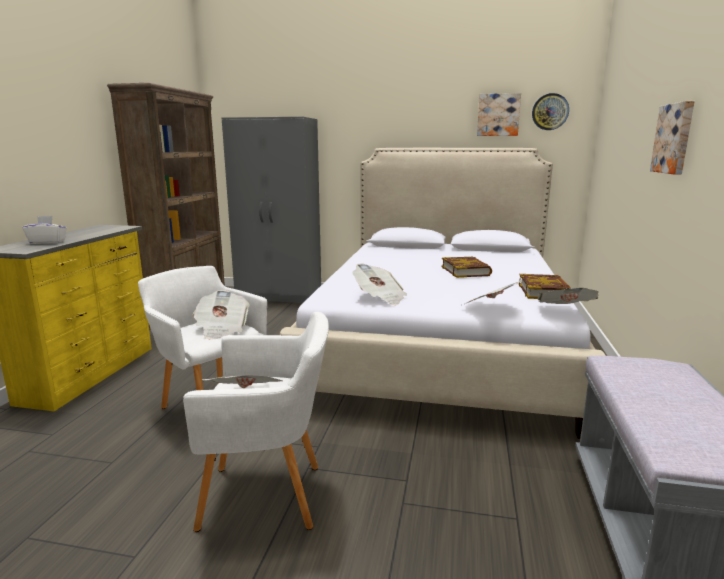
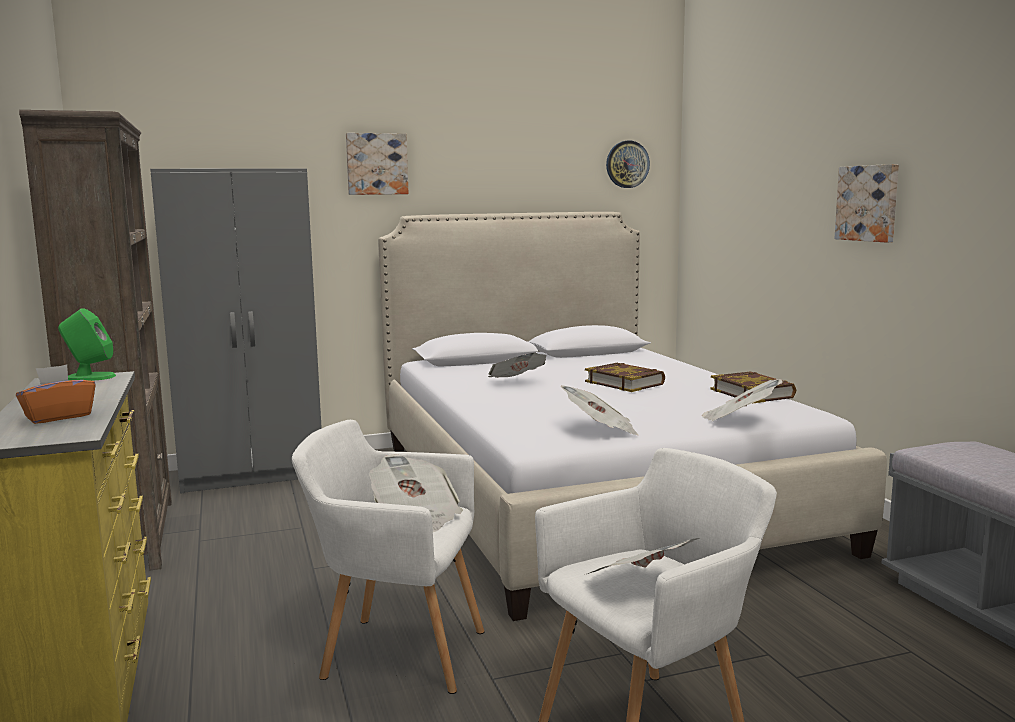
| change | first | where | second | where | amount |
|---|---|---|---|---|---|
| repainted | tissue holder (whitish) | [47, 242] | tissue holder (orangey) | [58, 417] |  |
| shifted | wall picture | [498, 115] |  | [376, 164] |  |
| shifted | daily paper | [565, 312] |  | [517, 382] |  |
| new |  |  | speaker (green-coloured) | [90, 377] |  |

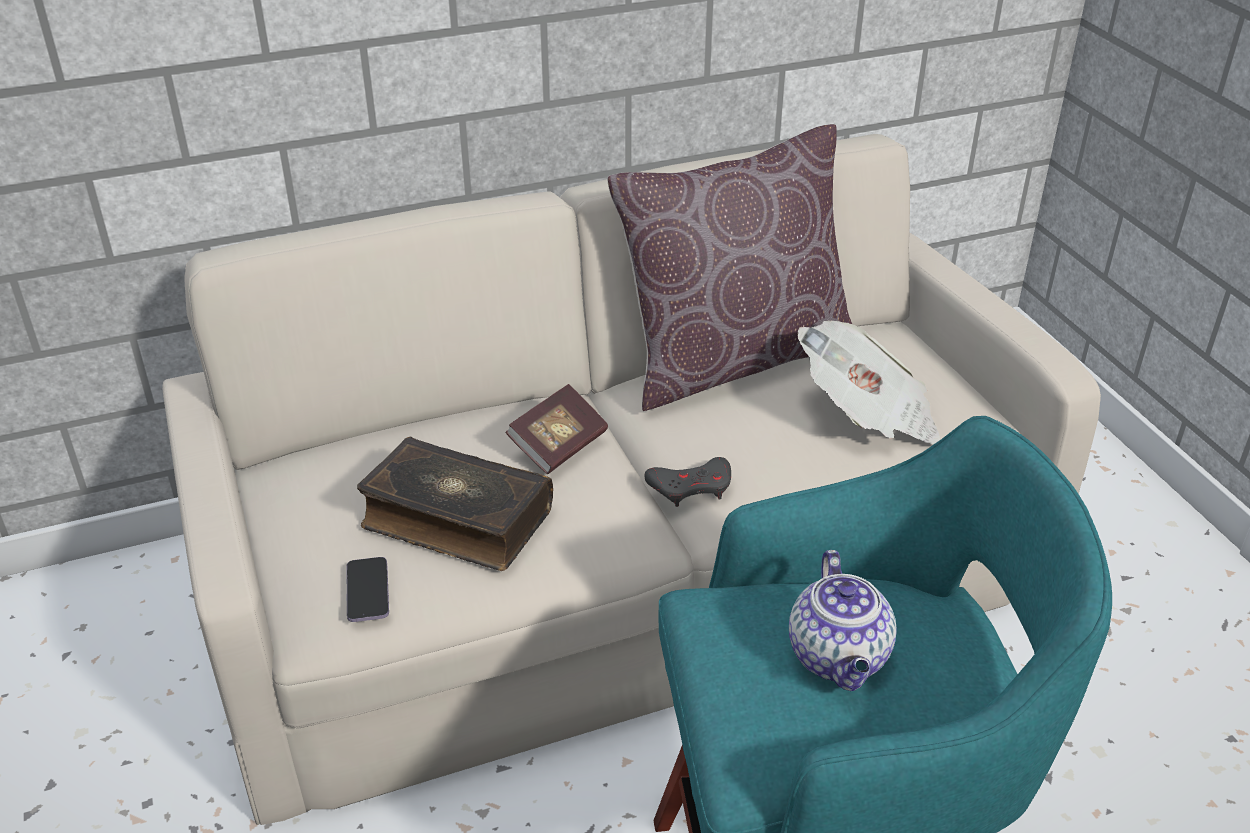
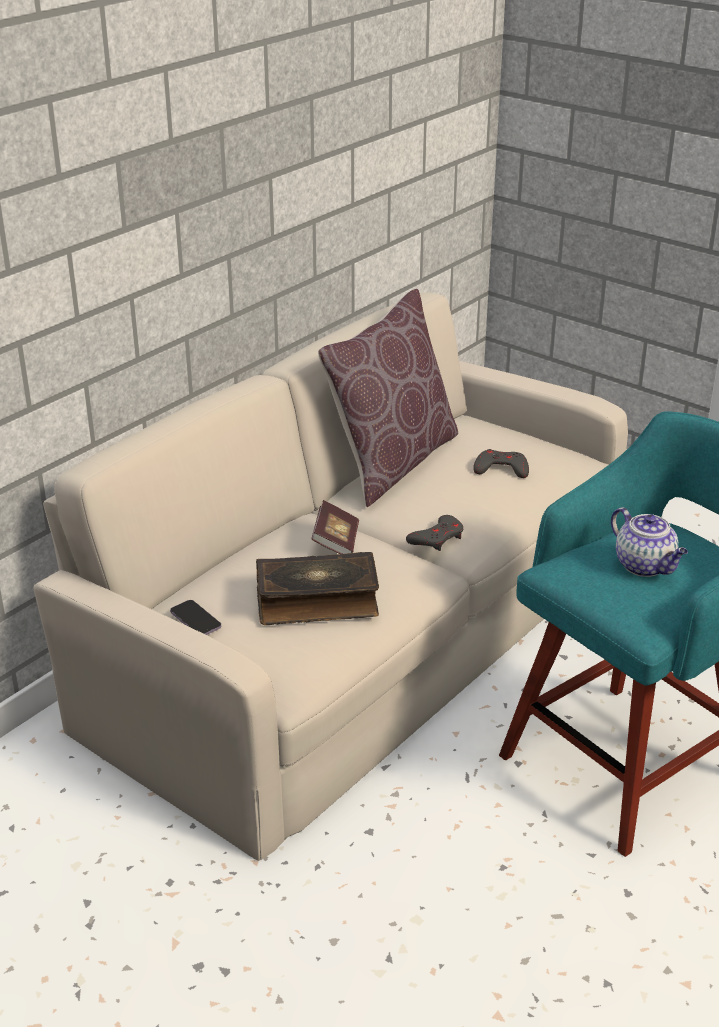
| change | first | where | second | where | amount |
|---|---|---|---|---|---|
| shifted | phone | [368, 591] |  | [195, 620] |  |
| swapped | daily paper | [867, 416] | gamepad (gray) | [501, 469] |  |

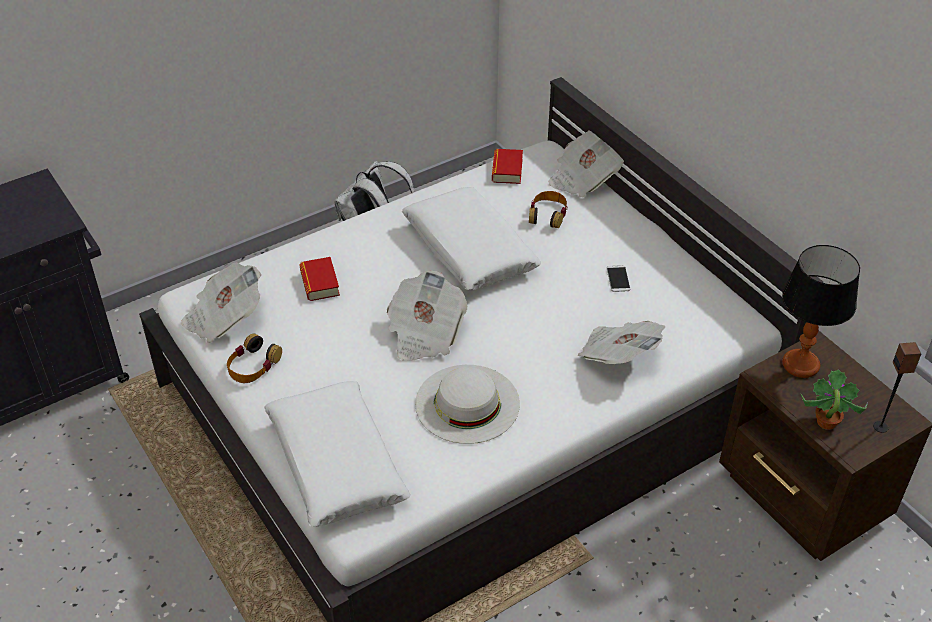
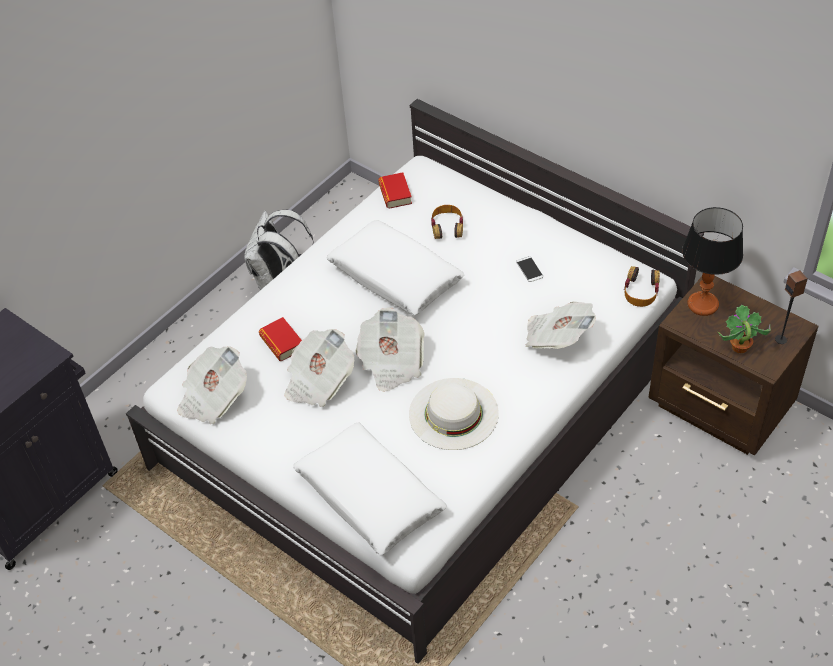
| change | first | where | second | where | amount |
|---|---|---|---|---|---|
| shifted | headset | [253, 365] |  | [641, 291] |  |
| shifted | daily paper | [584, 178] |  | [318, 381] |  |

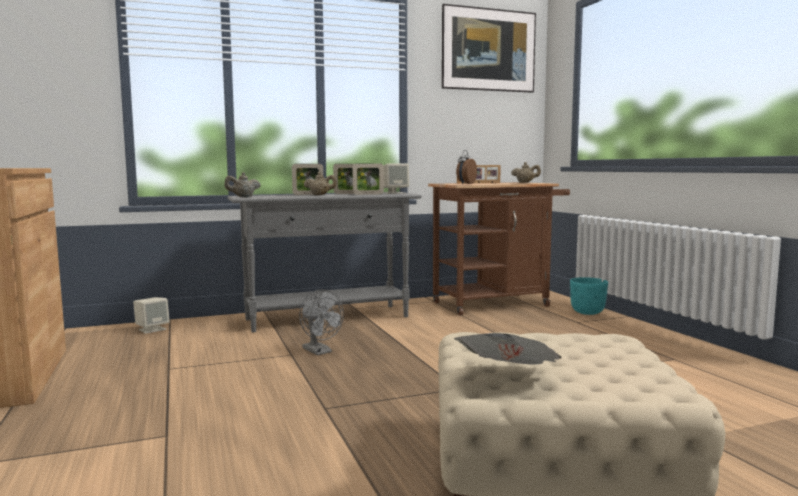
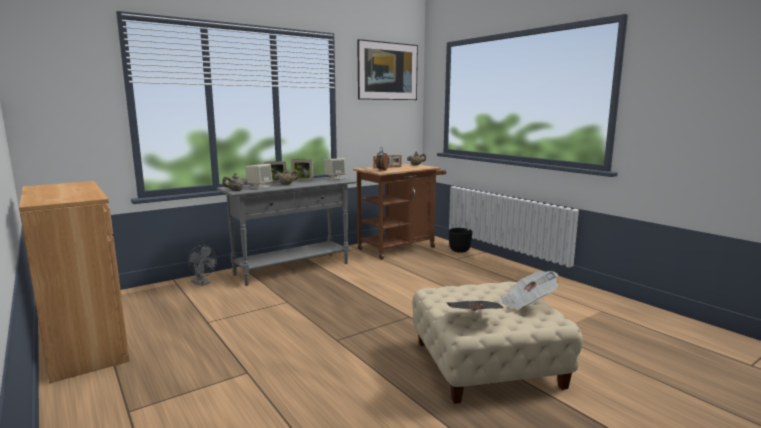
| change | first | where | second | where | amount |
|---|---|---|---|---|---|
| shifted | speaker (sand-coloured) | [152, 329] |  | [259, 187] |  |
| shifted | electric fan (gray) | [320, 351] |  | [203, 283] |  |
| gone | standing frame | [368, 194] |  |  |  |
| repainted | planter (turquoise-coloured) | [588, 312] | planter (blackish) | [460, 250] |  |
| new |  |  | daily paper | [527, 303] |  |

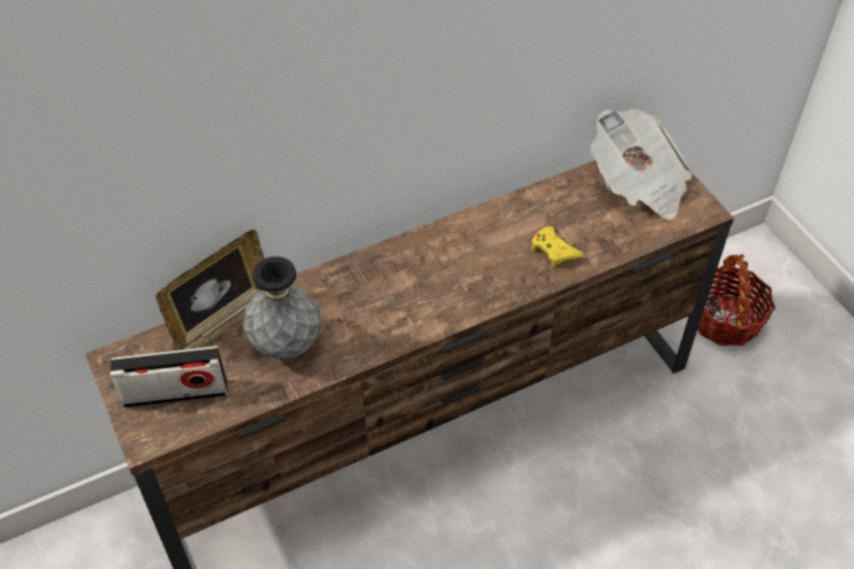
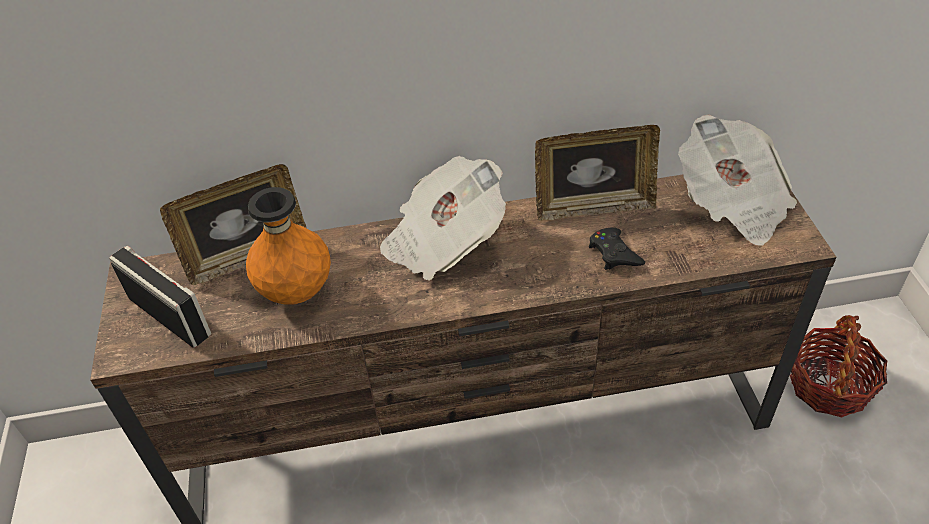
| change | first | where | second | where | amount |
|---|---|---|---|---|---|
| rotated | radio | [175, 393] |  | [169, 316] | 150 degrees counterclockwise |
| repainted | flower vase (gray) | [286, 345] | flower vase (orangey) | [296, 292] |  |
| repainted | gamepad (yellow-coloured) | [554, 250] | gamepad (blackish) | [614, 253] |  |
| new |  |  | daily paper | [443, 241] |  |
| new |  |  | standing frame | [593, 207] |  |

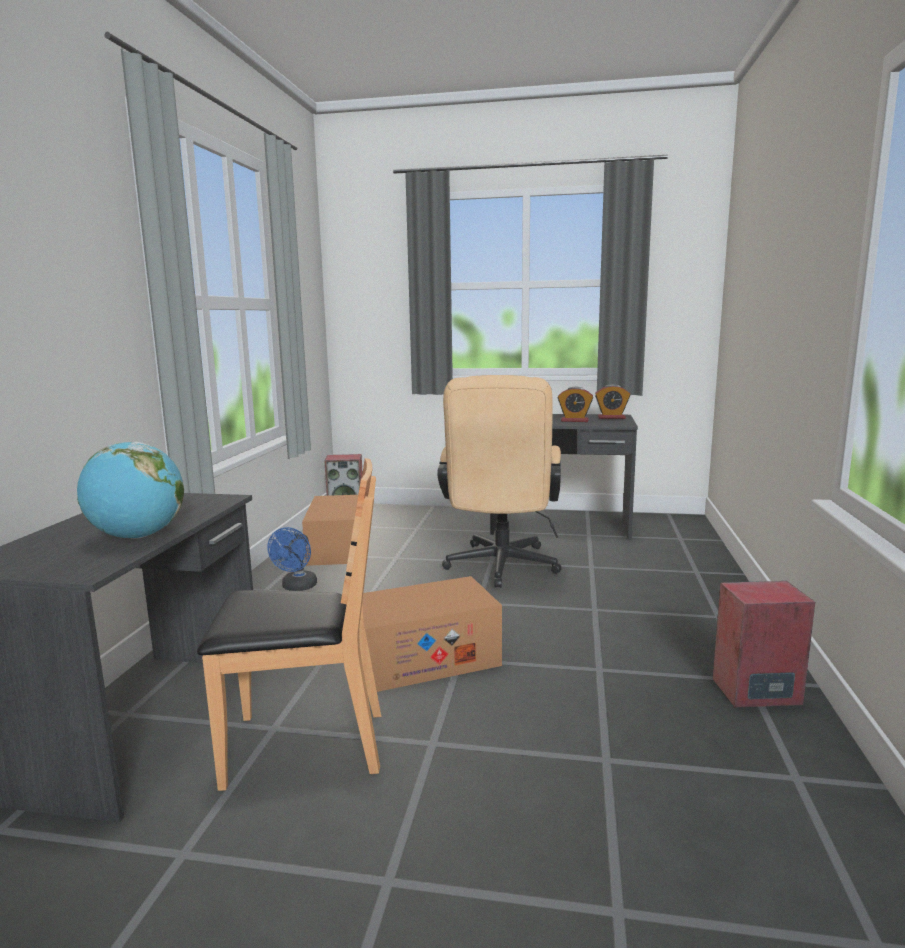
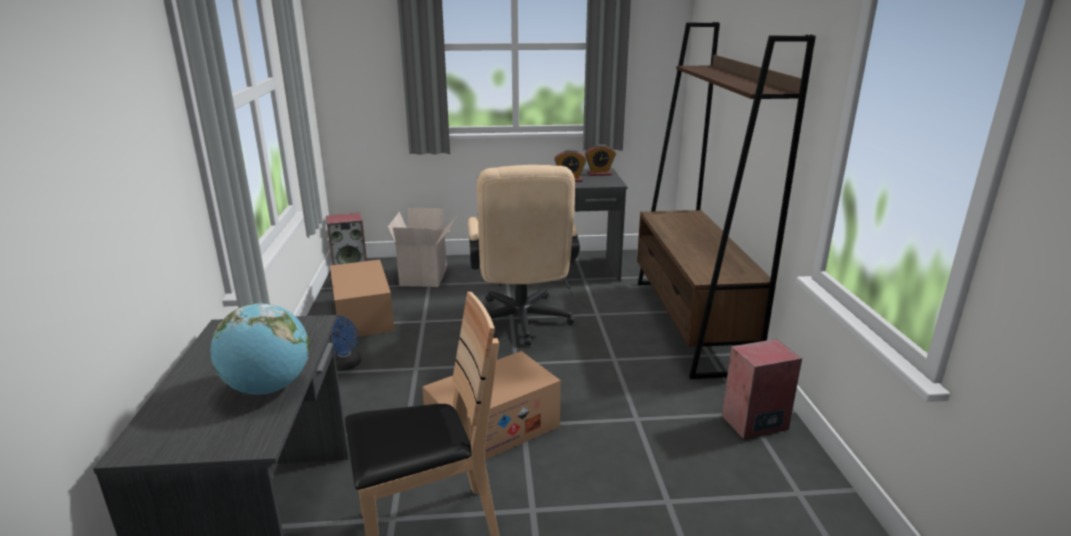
| change | first | where | second | where | amount |
|---|---|---|---|---|---|
| new |  |  | carton | [425, 277] |  |
| new |  |  | shelving unit (brown) | [691, 324] |  |

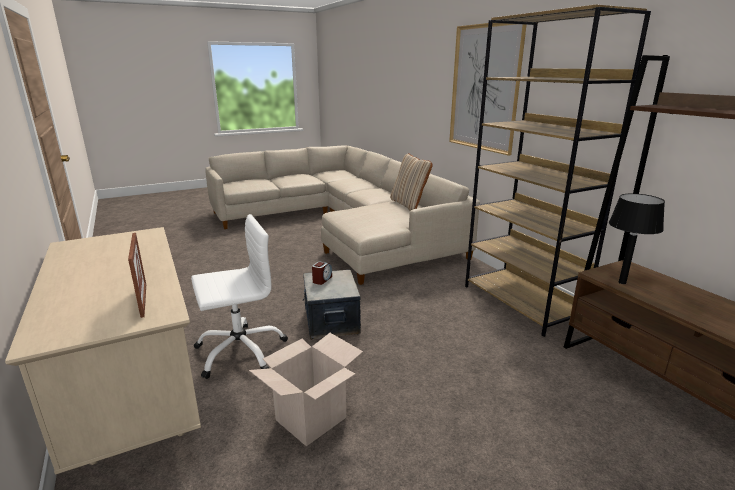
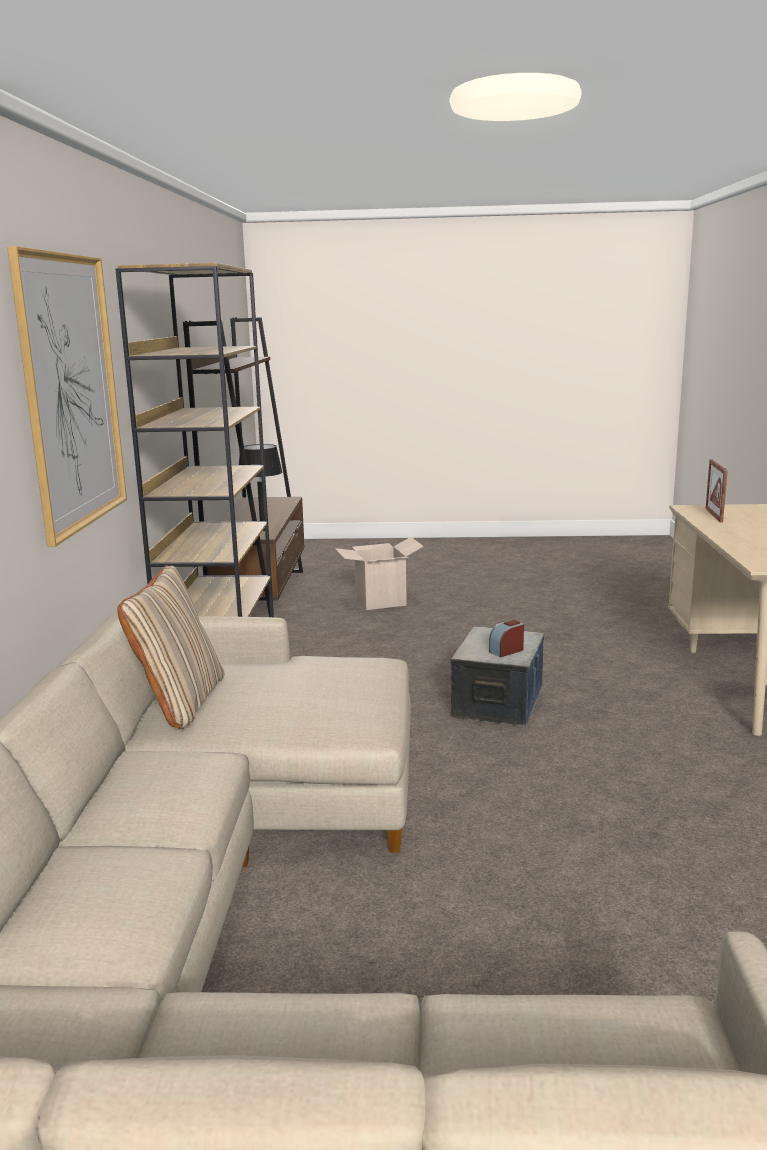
| change | first | where | second | where | amount |
|---|---|---|---|---|---|
| gone | computer chair (whitish) | [240, 351] |  |  |  |
| shifted | carton | [311, 419] |  | [380, 601] |  |

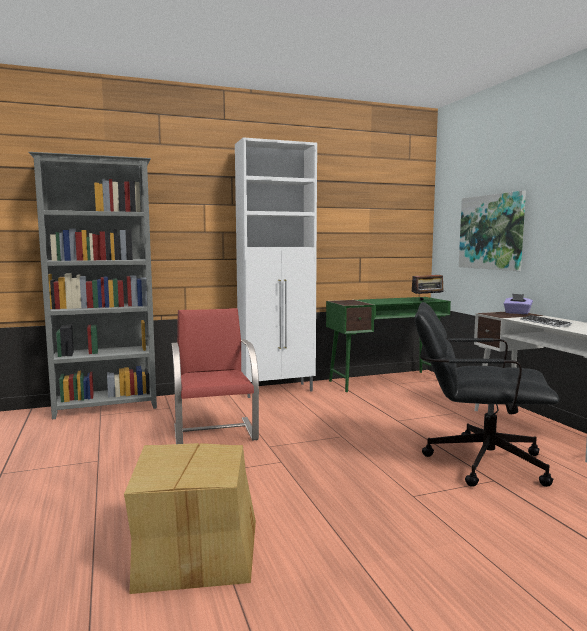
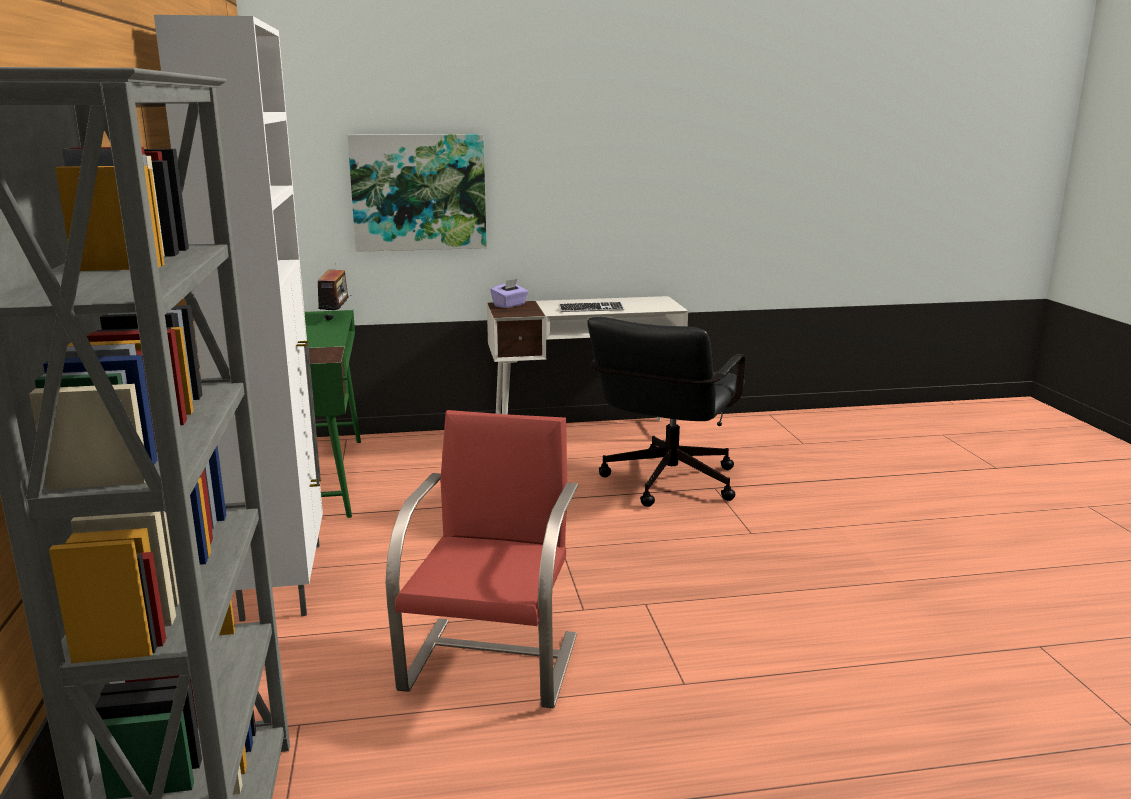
| change | first | where | second | where | amount |
|---|---|---|---|---|---|
| gone | carton | [194, 551] |  |  |  |
| rotated | plain chair (red-coloured) | [215, 431] |  | [493, 660] | 105 degrees clockwise |

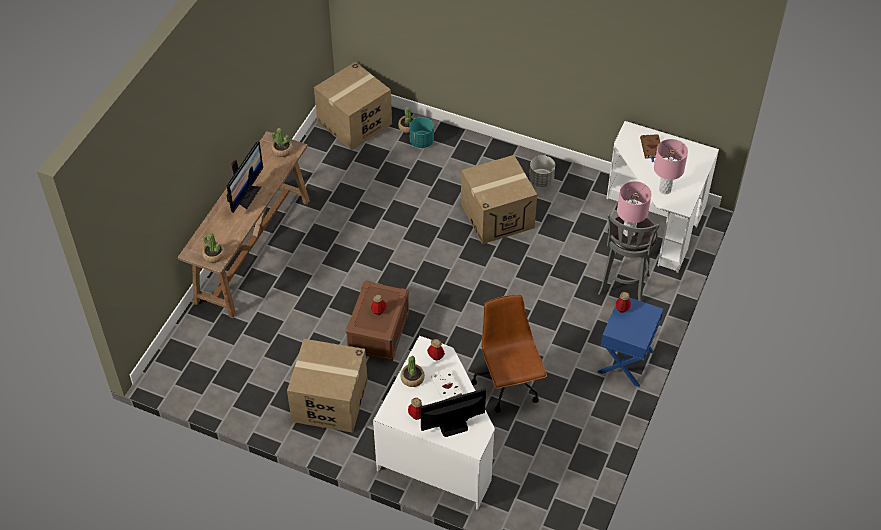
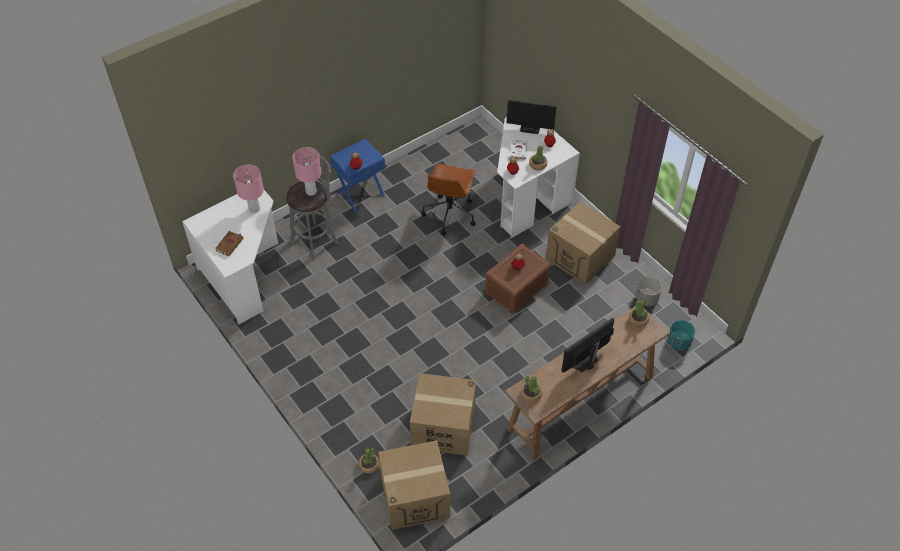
| change | first | where | second | where | amount |
|---|---|---|---|---|---|
| shifted | planter (turquoise-coloured) | [421, 141] |  | [679, 343] |  |
| shifted | carton | [497, 215] |  | [443, 427] |  |
| shifted | planter (gray) | [541, 180] |  | [646, 299] |  |

